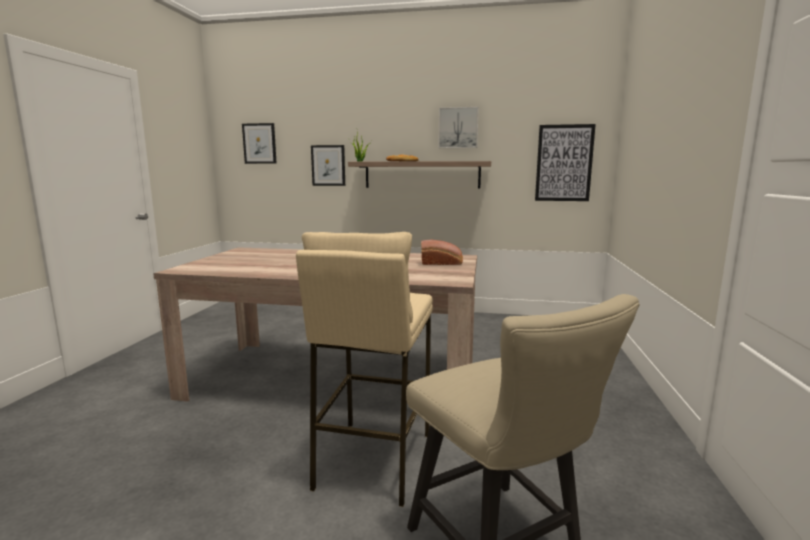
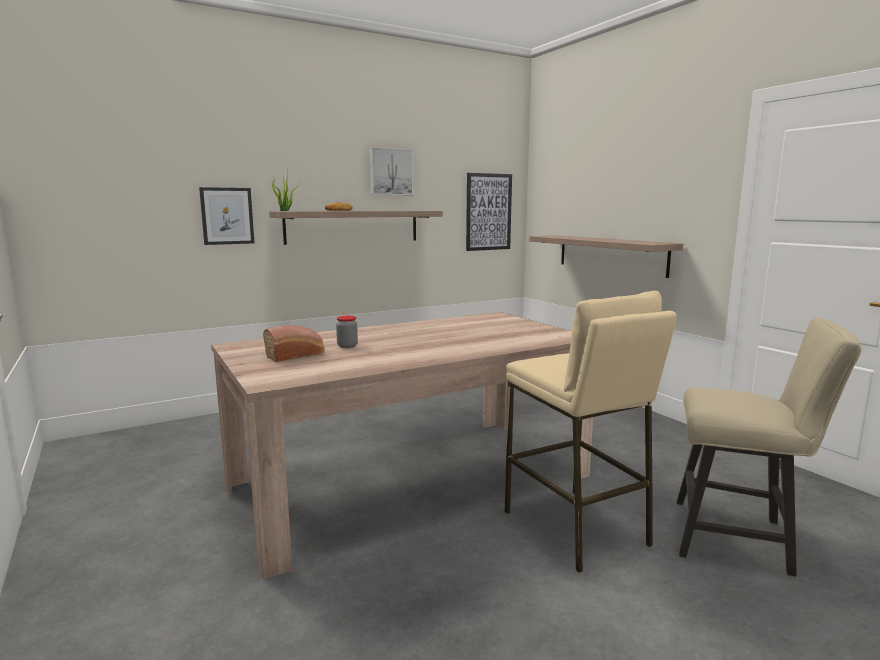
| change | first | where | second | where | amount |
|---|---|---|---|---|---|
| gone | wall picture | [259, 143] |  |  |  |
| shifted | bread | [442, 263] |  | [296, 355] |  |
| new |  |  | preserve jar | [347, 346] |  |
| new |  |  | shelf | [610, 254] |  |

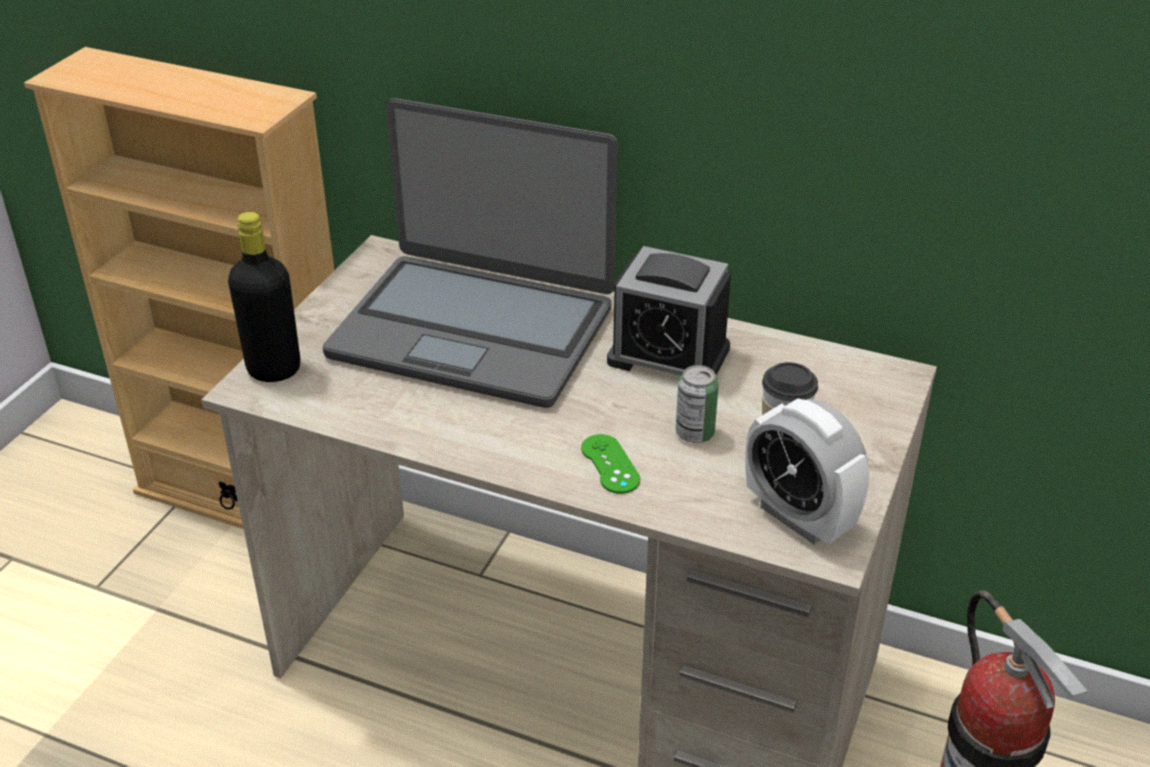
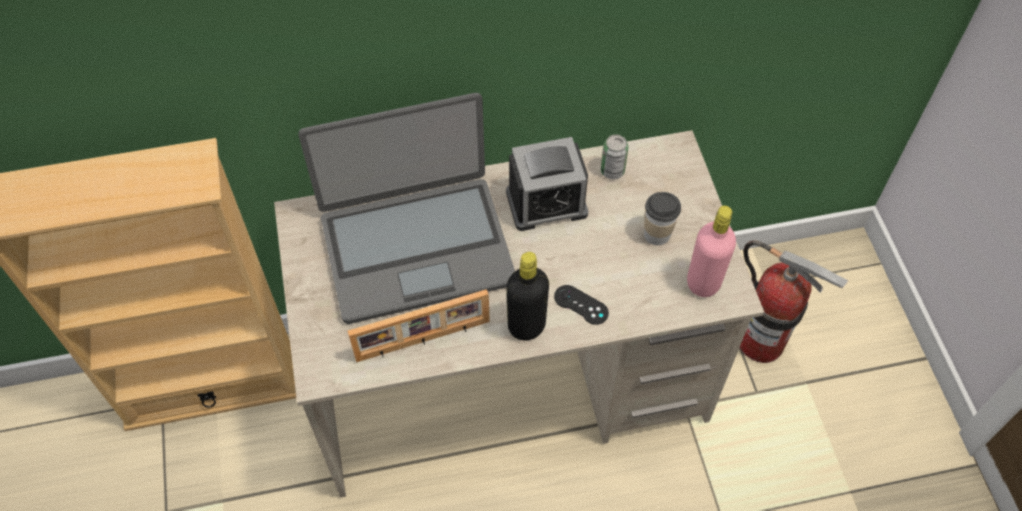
| change | first | where | second | where | amount |
|---|---|---|---|---|---|
| shifted | bottle (blackish) | [274, 369] |  | [526, 326] |  |
| repainted | gamepad (green-coloured) | [610, 464] | gamepad (blackish) | [581, 305] |  |
| shifted | metal can | [694, 433] |  | [612, 171] |  |
| swapped | alarm clock | [798, 517] | bottle (pink-coloured) | [703, 282] |  |
| new |  |  | standing frame | [423, 341] |  |

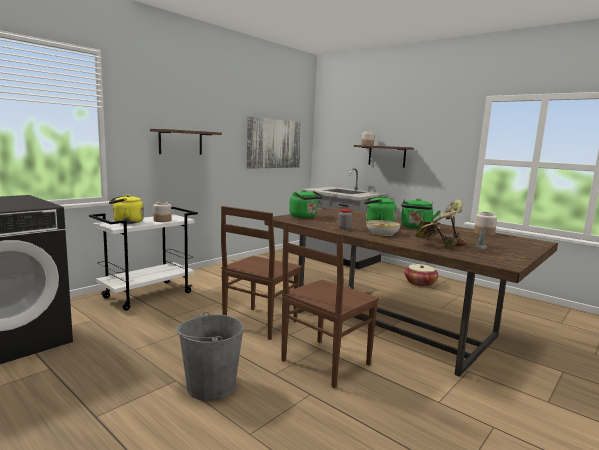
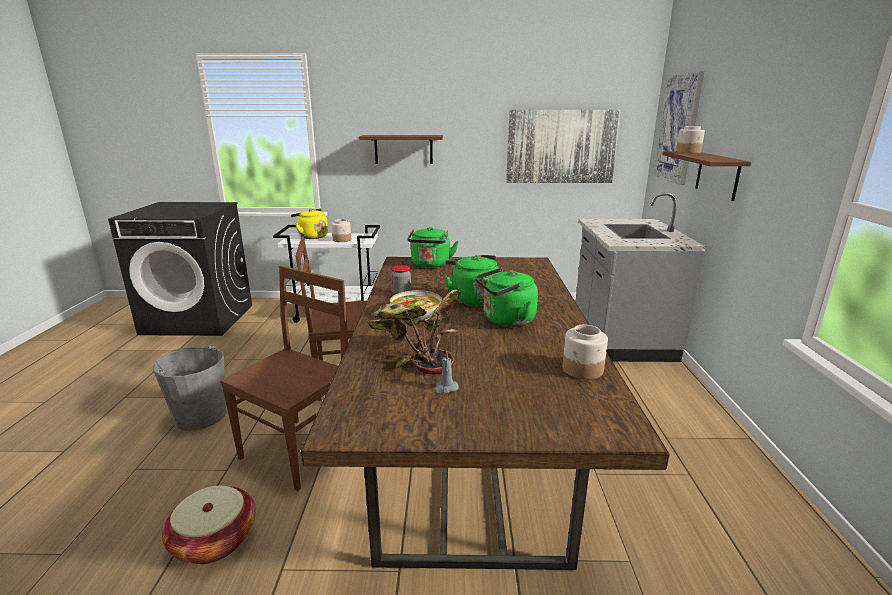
| change | first | where | second | where | amount |
|---|---|---|---|---|---|
| rotated | plain chair (brown) | [324, 363] |  | [299, 450] | 120 degrees clockwise |
| shifted | storage basket | [420, 283] |  | [214, 540] |  |
| new |  |  | wall picture | [679, 128] |  |

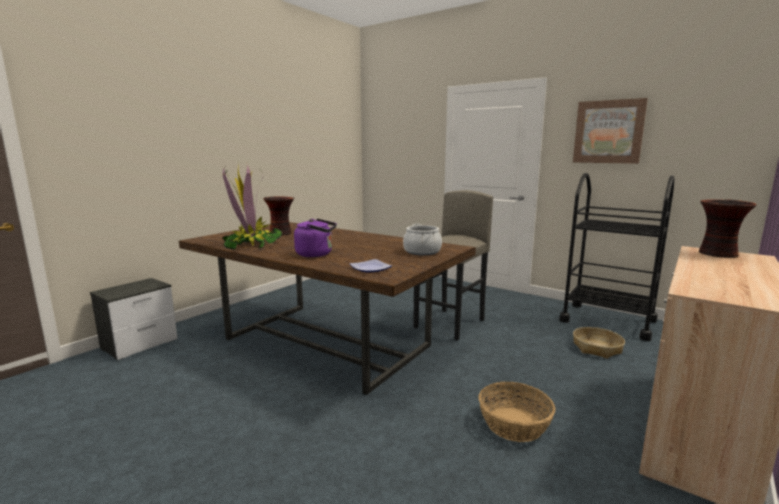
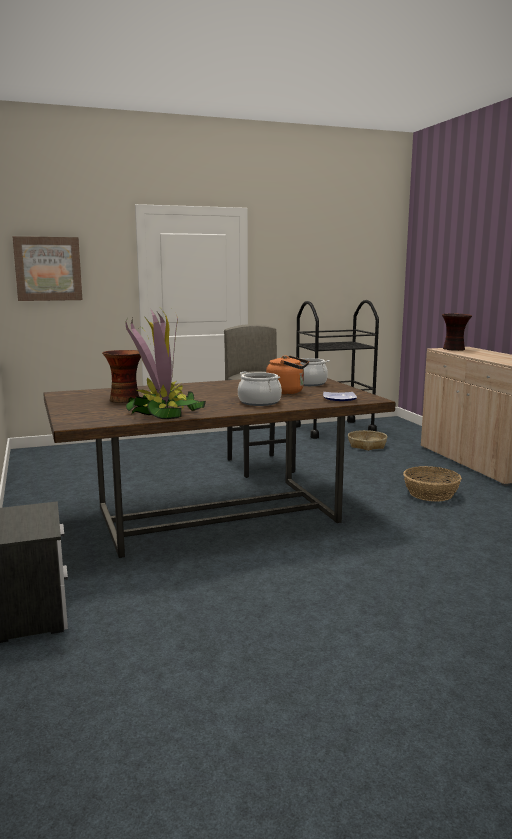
| change | first | where | second | where | amount |
|---|---|---|---|---|---|
| swapped | kettle (purple) | [316, 254] | stockpot | [259, 402] |  |
| shifted | wall picture | [608, 132] |  | [48, 269] |  |
| new |  |  | kettle (orangey) | [287, 392] |  |

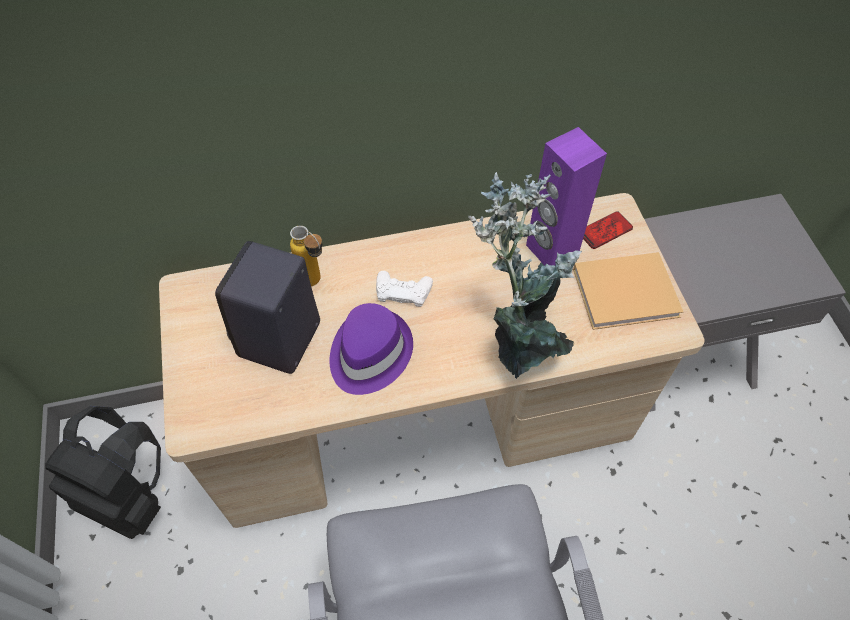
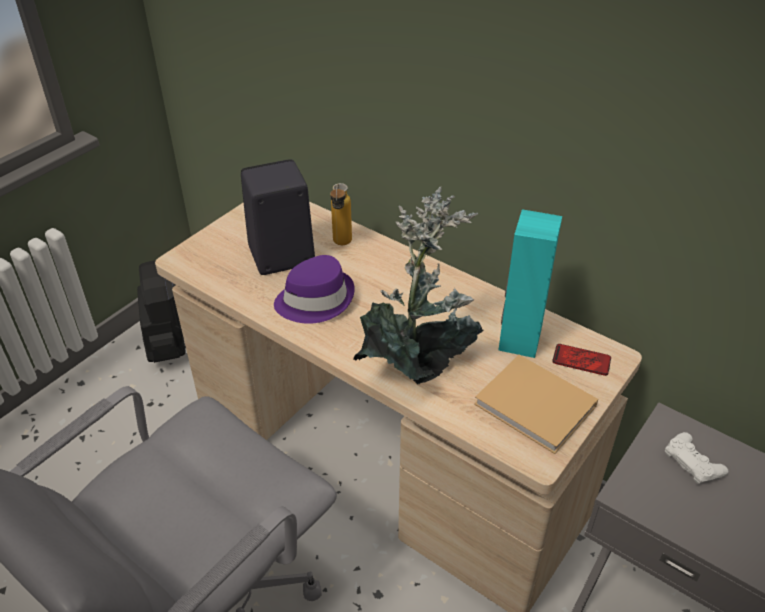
| change | first | where | second | where | amount |
|---|---|---|---|---|---|
| shifted | gamepad (whitish) | [403, 291] |  | [693, 462] |  |
| repainted | speaker (purple) | [551, 250] | speaker (turquoise-coloured) | [519, 340] |  |

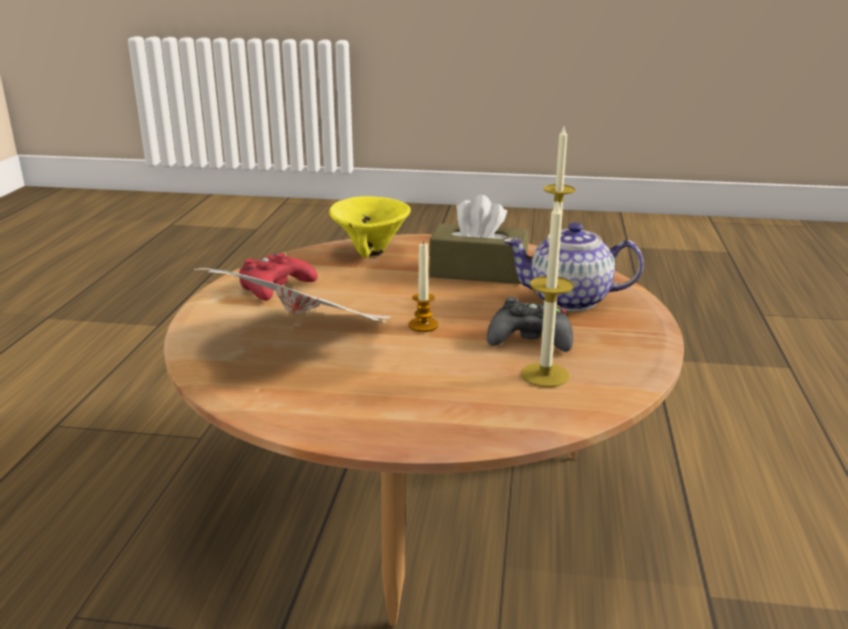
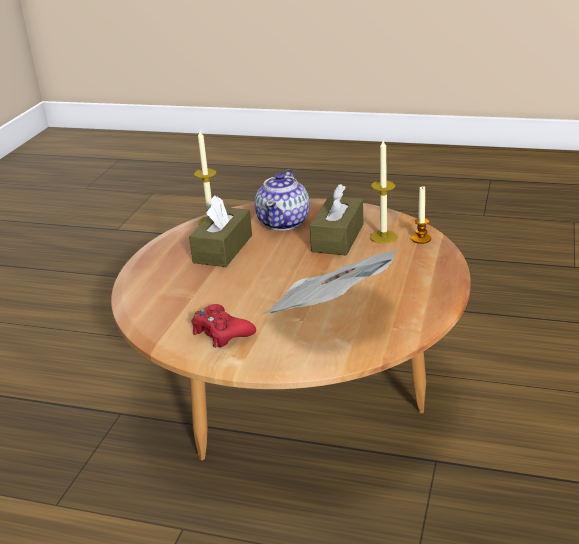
| change | first | where | second | where | amount |
|---|---|---|---|---|---|
| gone | bowl (yellow-coloured) | [371, 251] |  |  |  |
| shifted | candle | [423, 325] |  | [421, 239] |  |
| swapped | gamepad (blackish) | [530, 339] | tissue holder (brown) | [338, 238] |  |

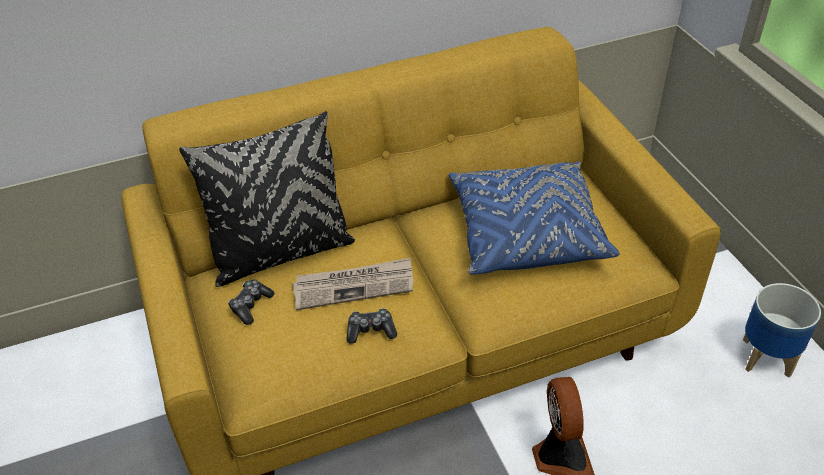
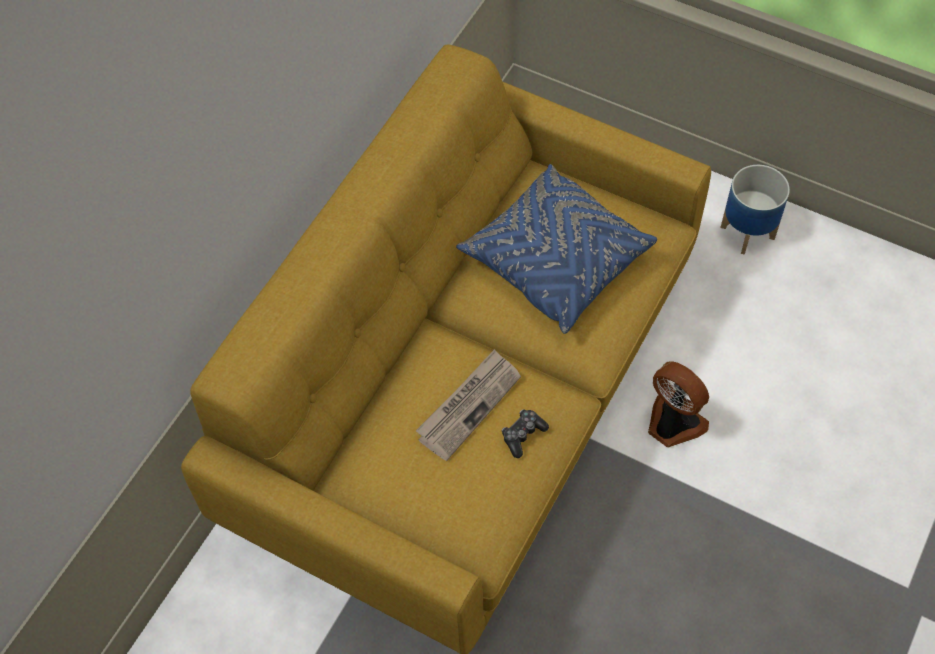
| change | first | where | second | where | amount |
|---|---|---|---|---|---|
| gone | cushion (blackish) | [281, 253] |  |  |  |
| gone | gamepad | [251, 305] |  |  |  |

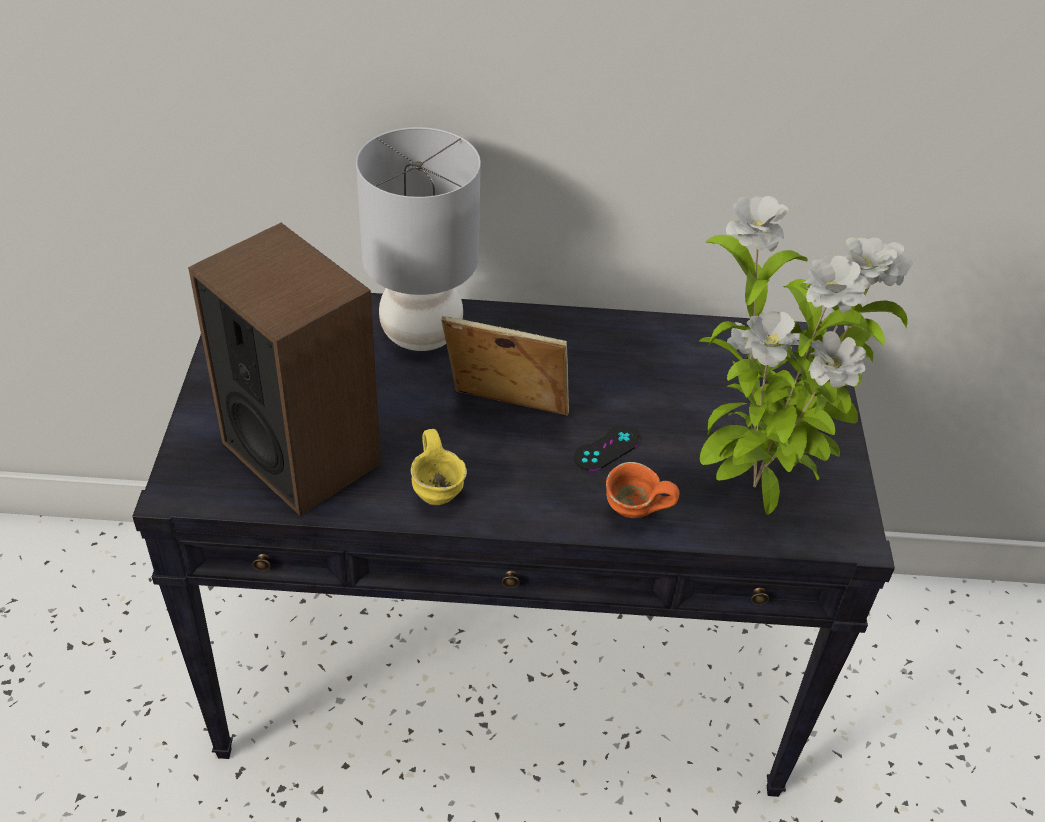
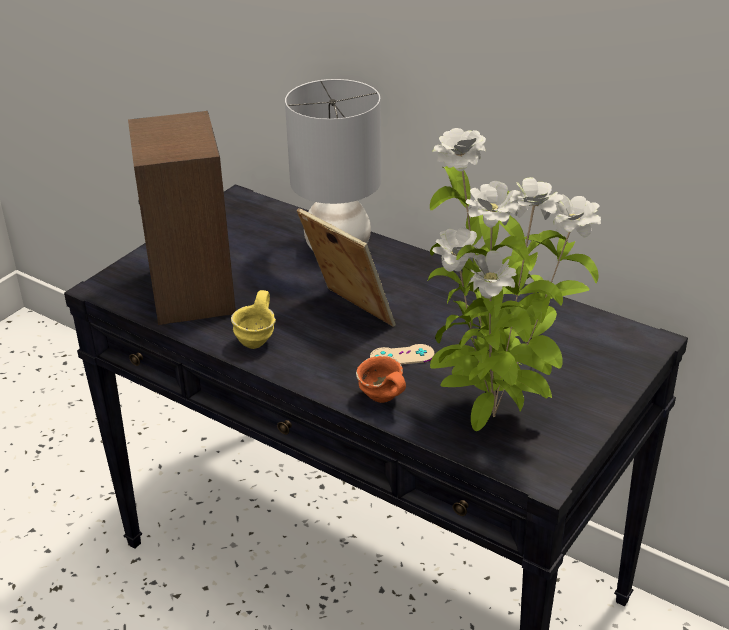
| change | first | where | second | where | amount |
|---|---|---|---|---|---|
| repainted | gamepad (blackish) | [606, 448] | gamepad (sand-coloured) | [402, 355] |  |

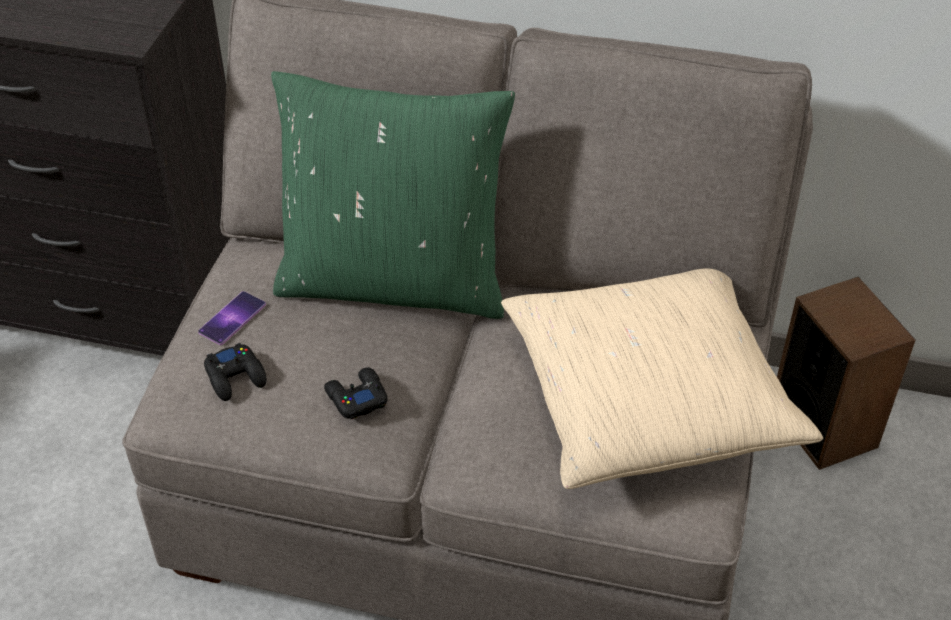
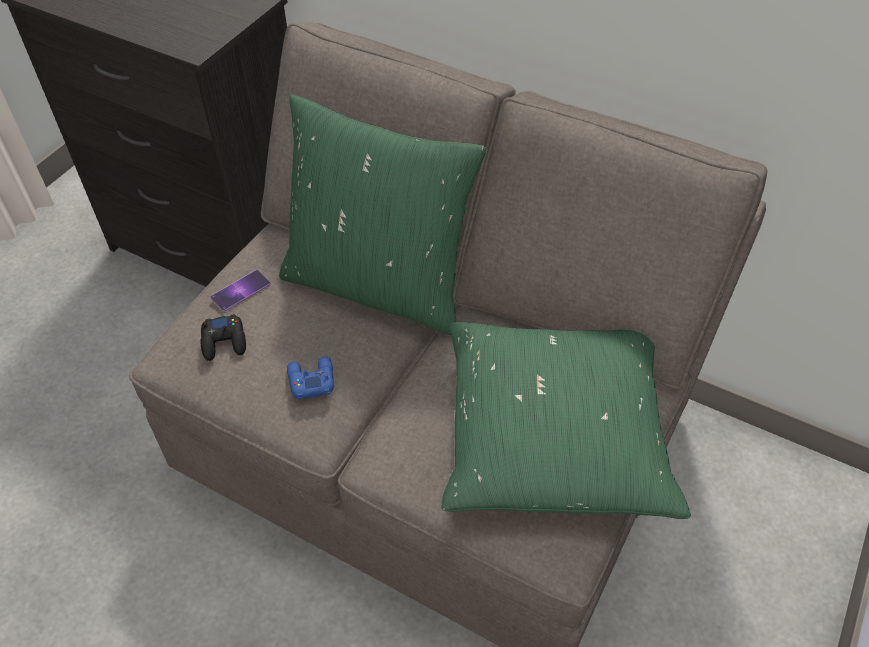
| change | first | where | second | where | amount |
|---|---|---|---|---|---|
| repainted | gamepad (blackish) | [356, 397] | gamepad (bluish) | [311, 380] |  |
| repainted | cushion (sand-coloured) | [649, 396] | cushion (green-coloured) | [554, 433] |  |
| gone | speaker | [823, 425] |  |  |  |

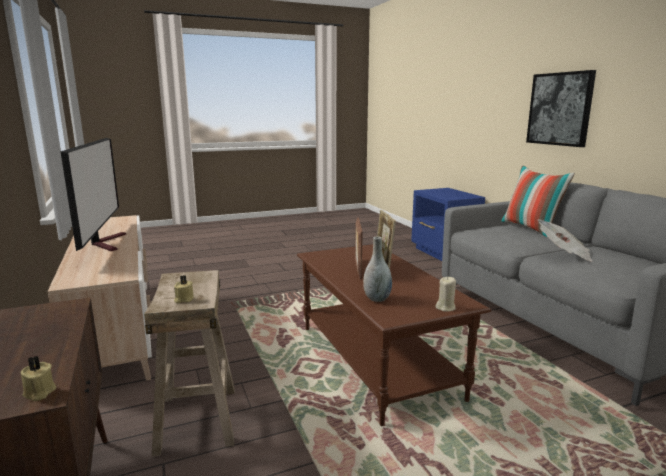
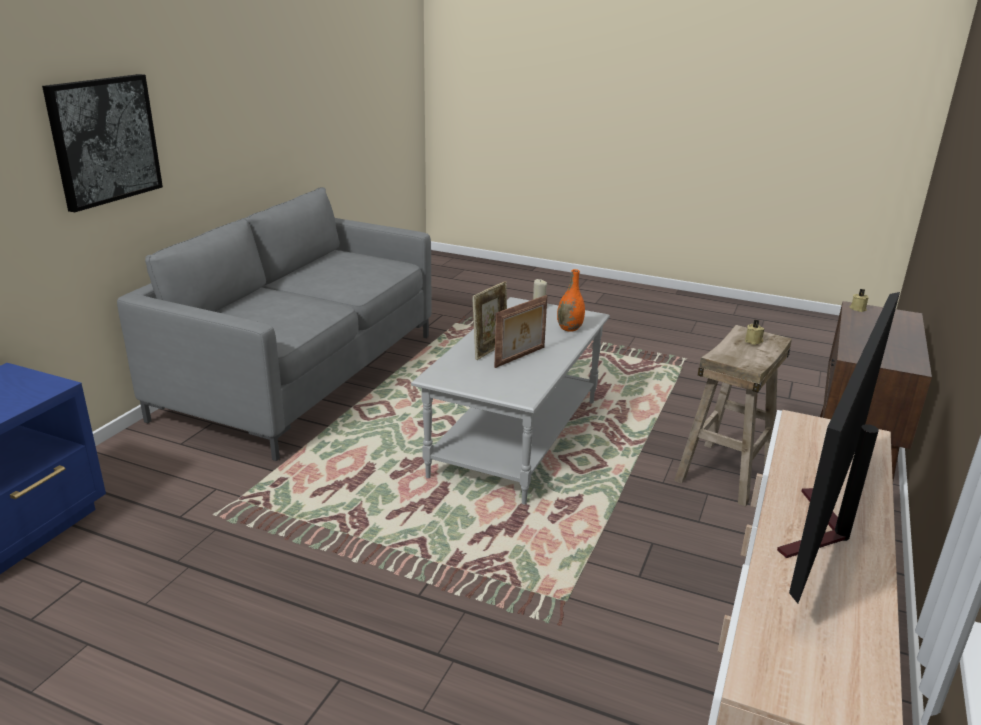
| change | first | where | second | where | amount |
|---|---|---|---|---|---|
| repainted | coffee table (brown) | [377, 361] | coffee table (gray) | [515, 437] |  |
| repainted | flower vase (gray) | [377, 299] | flower vase (orangey) | [569, 328] |  |
| gone | cushion | [531, 229] |  |  |  |
| gone | daily paper | [563, 254] |  |  |  |

